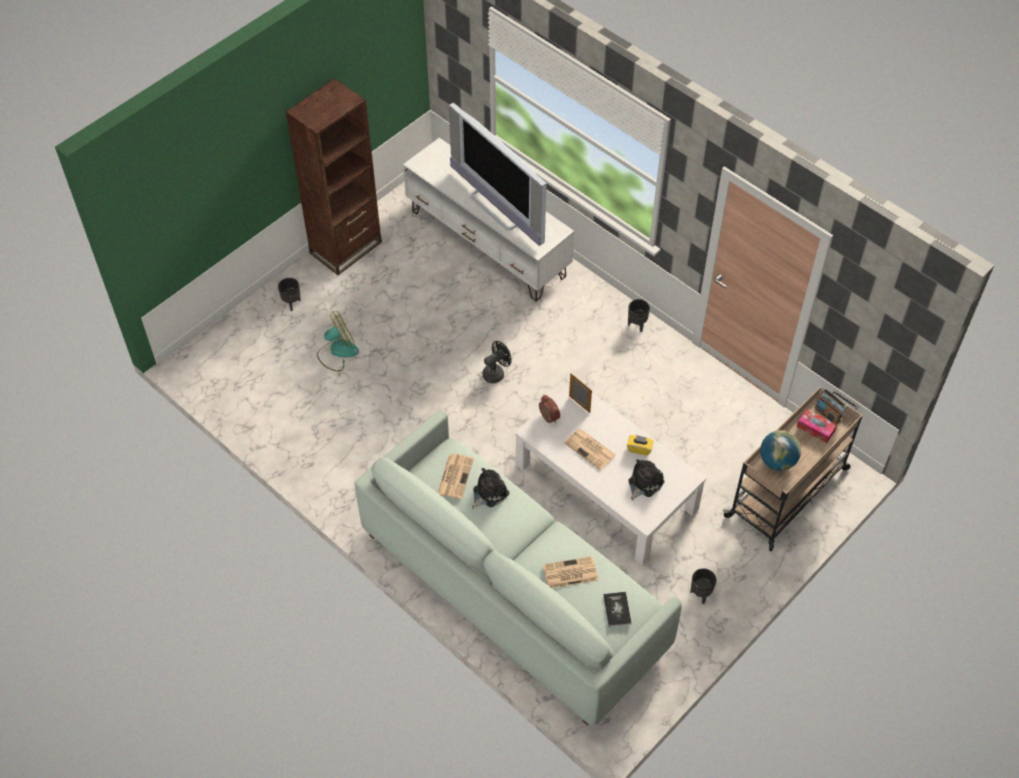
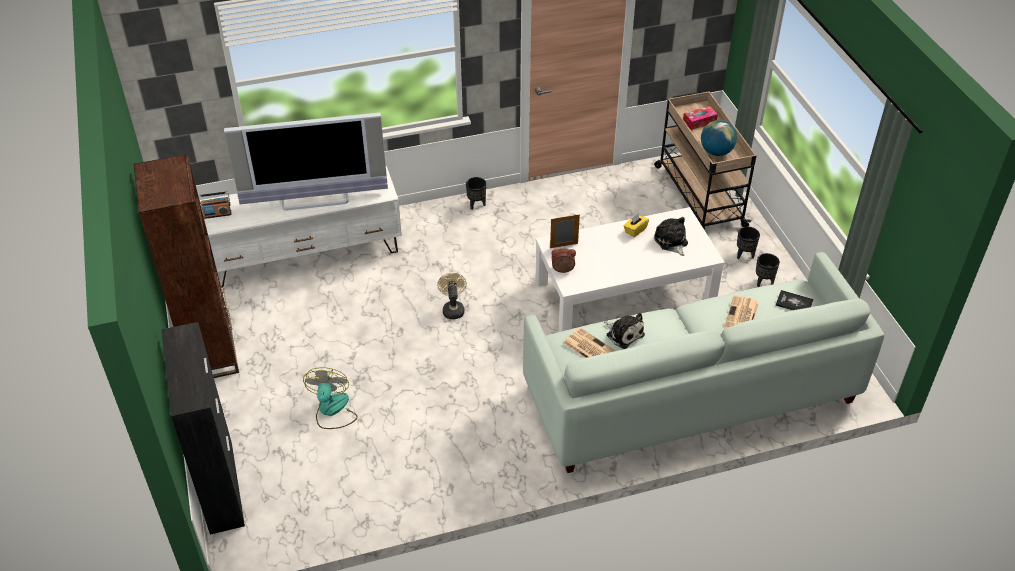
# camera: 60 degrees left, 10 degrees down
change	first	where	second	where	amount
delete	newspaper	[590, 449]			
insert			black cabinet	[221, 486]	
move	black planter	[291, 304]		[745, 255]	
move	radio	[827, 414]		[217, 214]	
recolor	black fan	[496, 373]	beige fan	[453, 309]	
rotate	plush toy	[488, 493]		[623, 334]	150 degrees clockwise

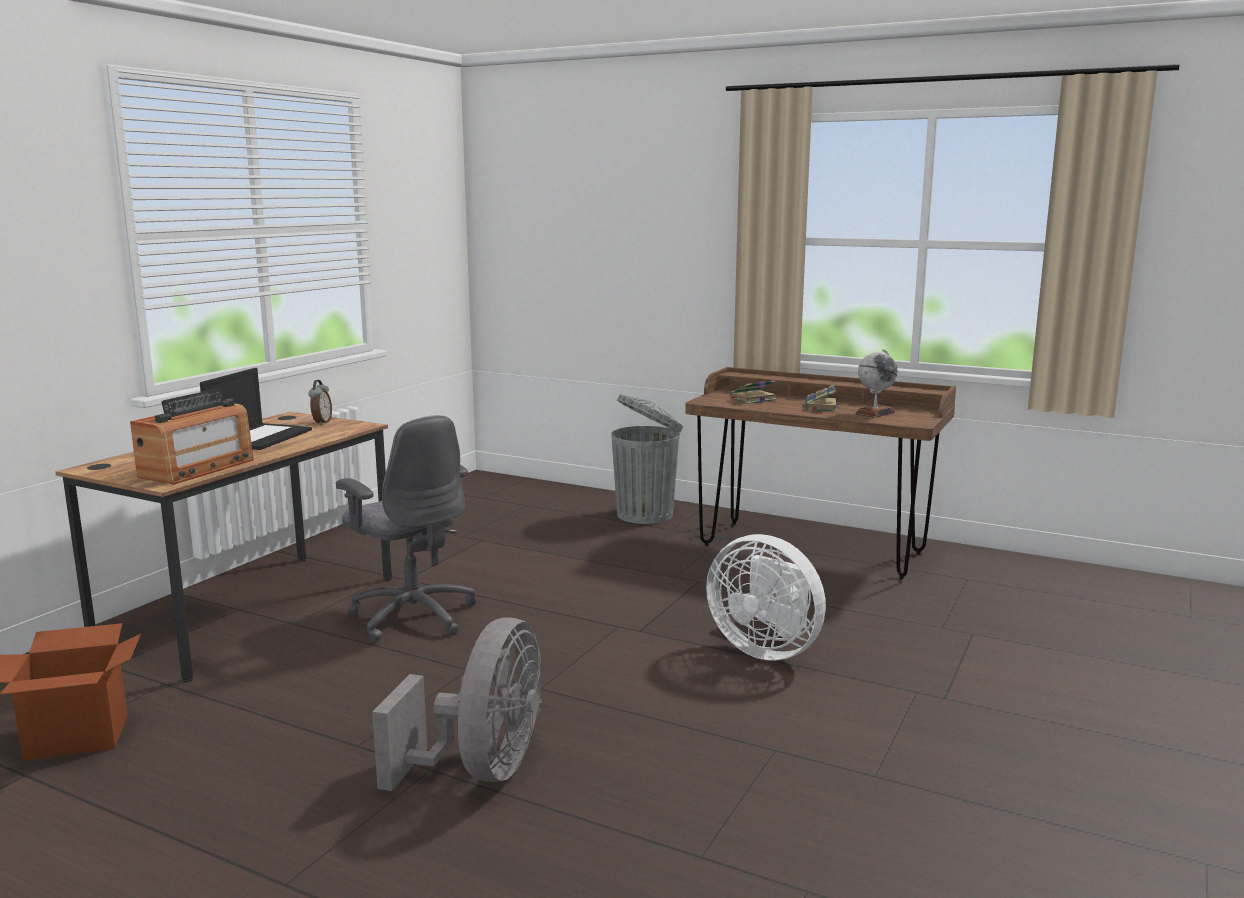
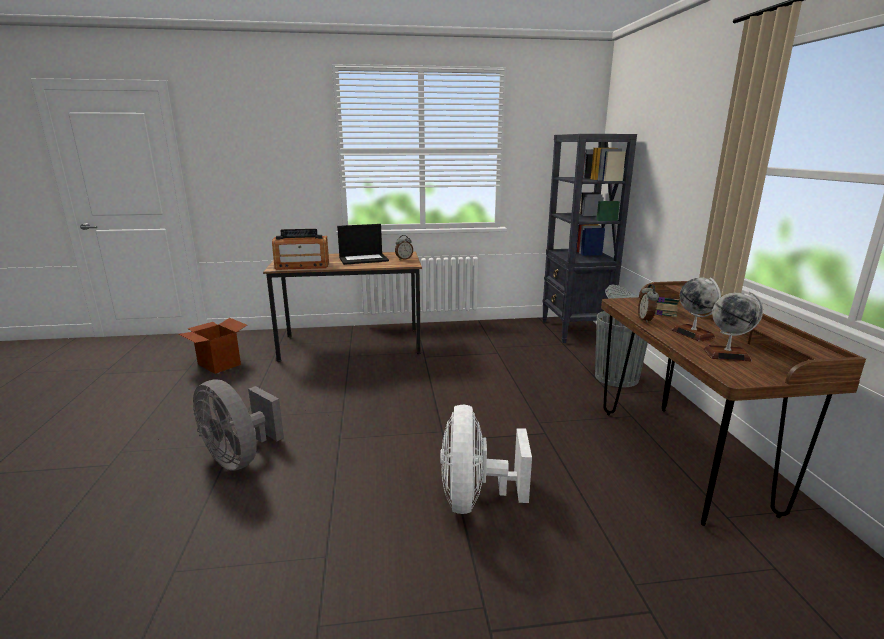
# camera: 55 degrees right, 5 degrees up
change	first	where	second	where	amount
delete	grey office chair	[413, 615]			
insert			black bookcase	[574, 331]	
insert			alarm clock	[646, 320]	
replace	book	[821, 407]	globe	[693, 334]	
rotate	grey fan	[482, 769]		[239, 457]	60 degrees clockwise

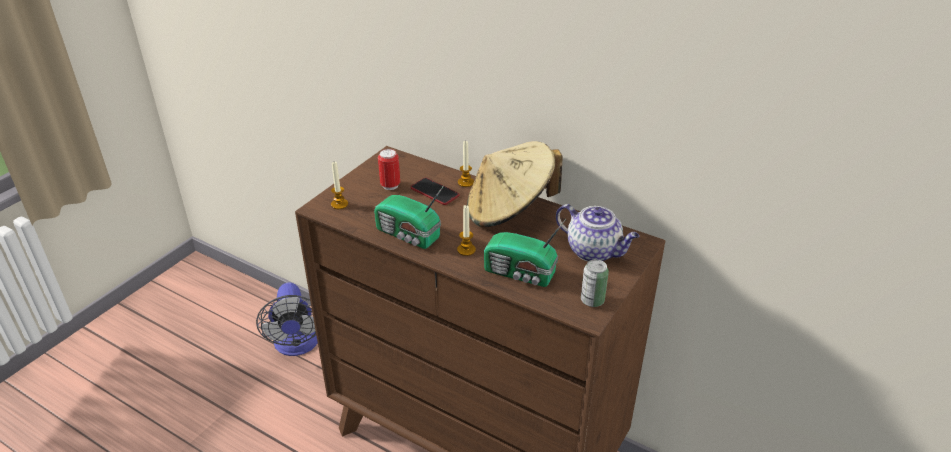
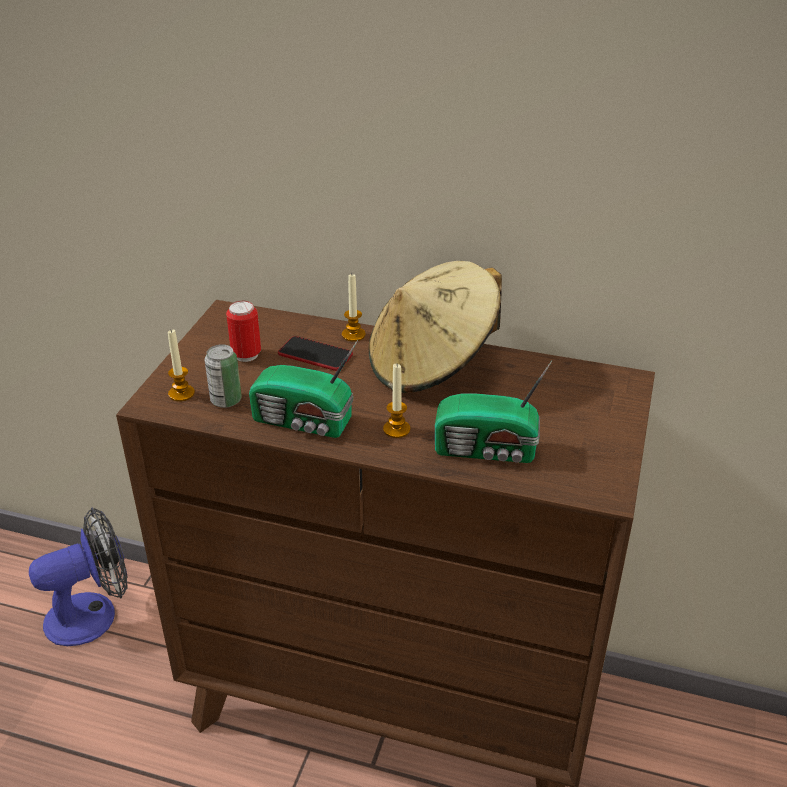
# camera: 15 degrees left, 0 degrees up
change	first	where	second	where	amount
delete	teapot	[594, 251]			
move	can	[592, 300]		[226, 400]	
rotate	fan	[297, 345]		[93, 614]	90 degrees counterclockwise

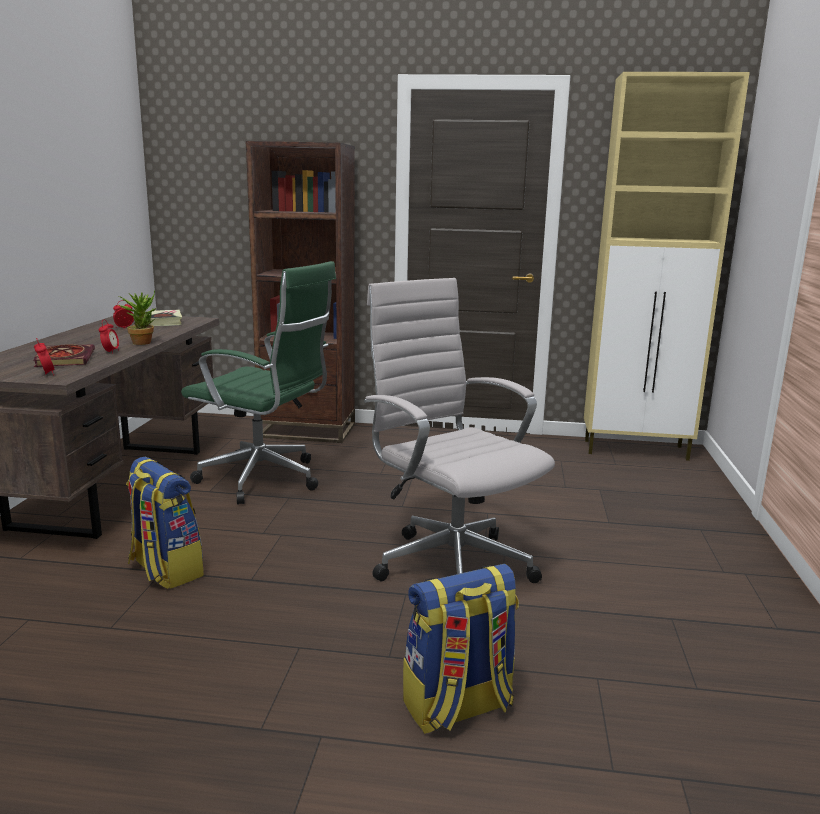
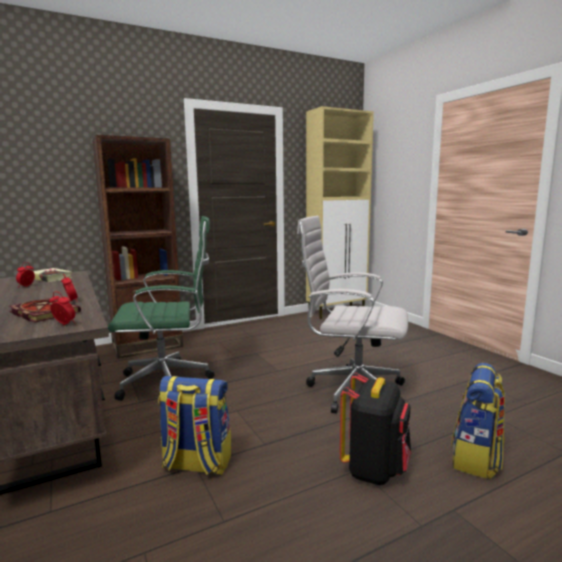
# camera: 35 degrees left, 5 degrees down
change	first	where	second	where	amount
delete	potted plant	[142, 342]			
insert			black backpack	[374, 469]	

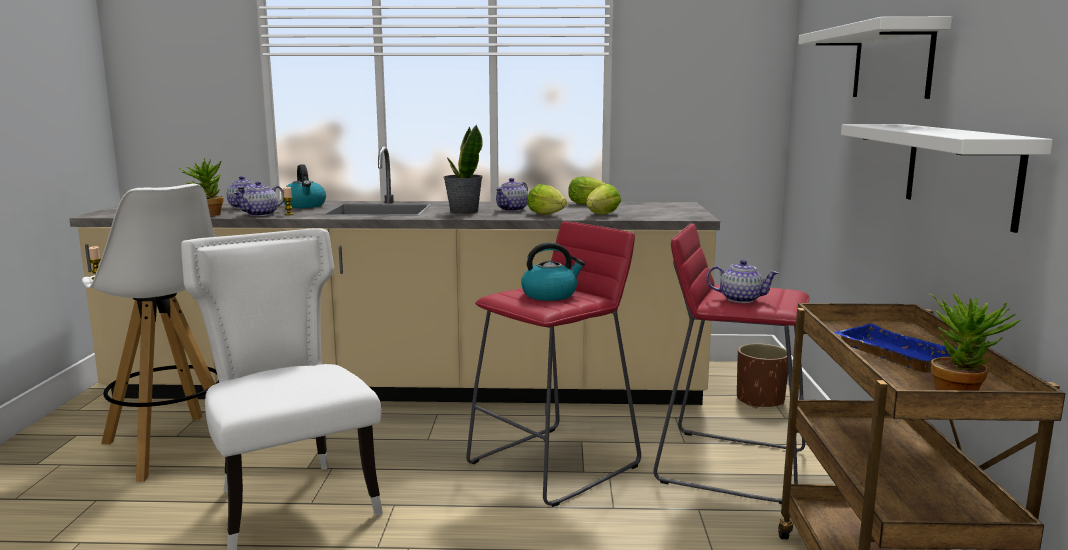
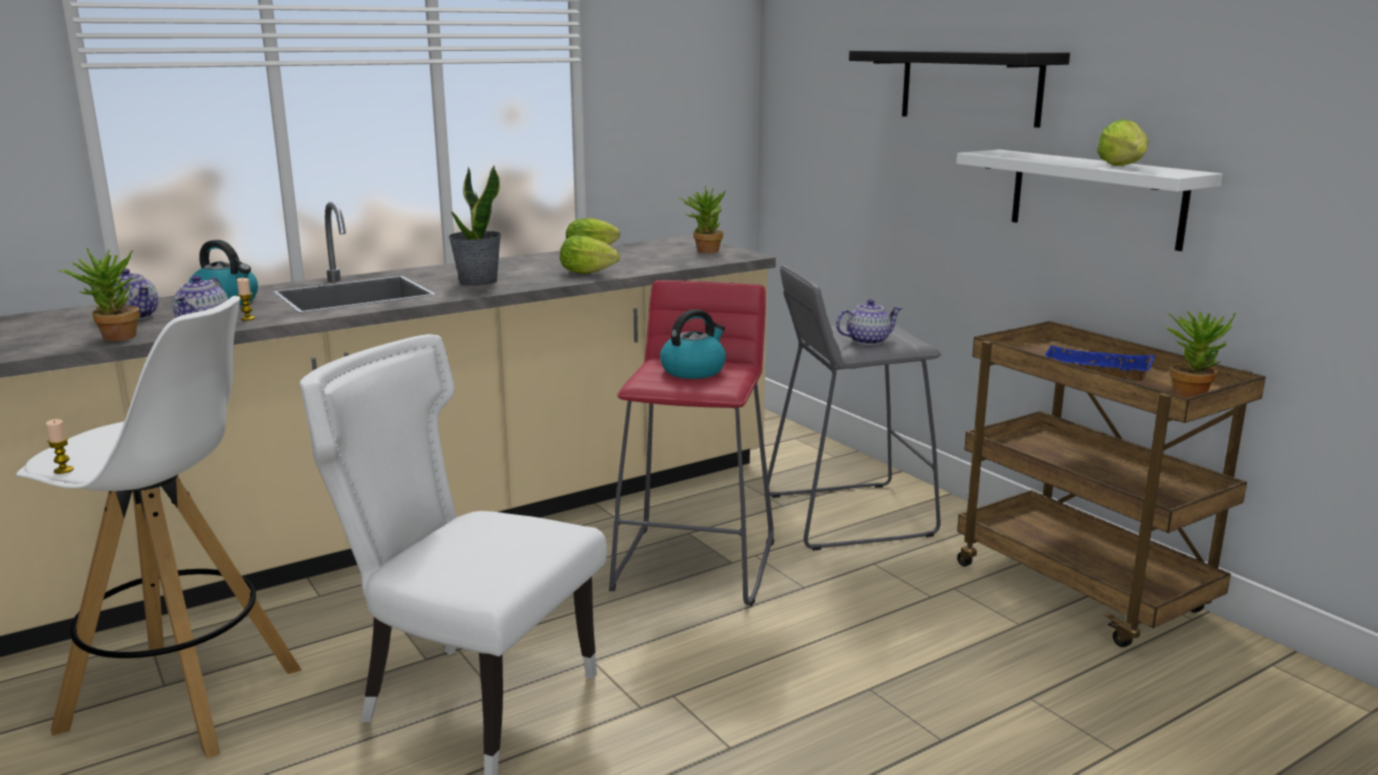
# camera: 35 degrees left, 5 degrees up
change	first	where	second	where	amount
delete	teapot	[512, 209]			
delete	brown planter	[760, 400]			
insert			potted plant	[703, 251]	
move	lettuce	[601, 215]		[1124, 167]	
recolor	red stool	[729, 465]	grey stool	[846, 515]	
recolor	white shelf	[891, 62]	black shelf	[969, 86]	

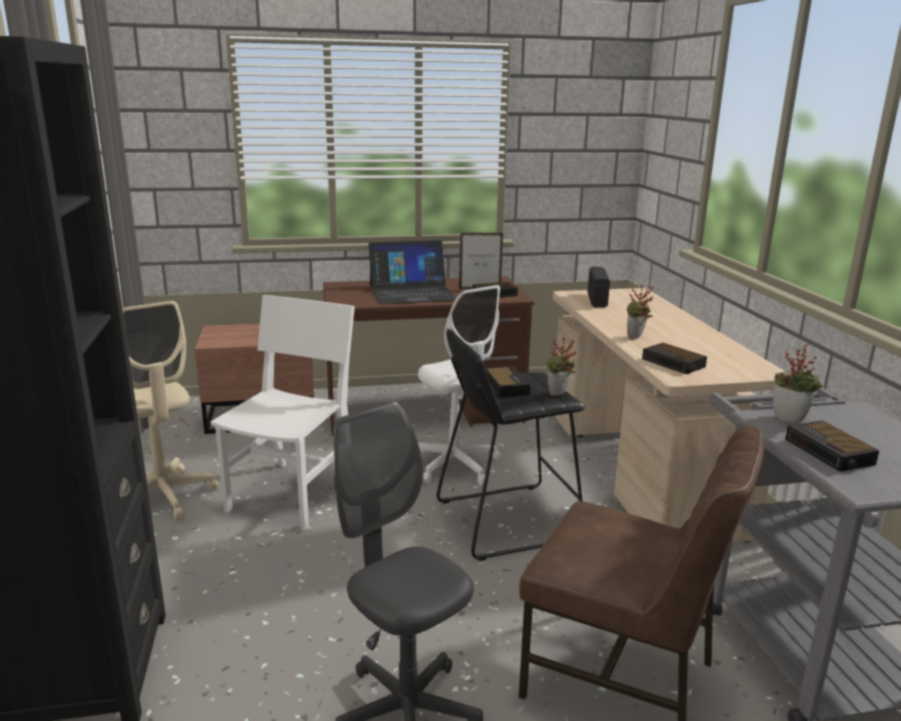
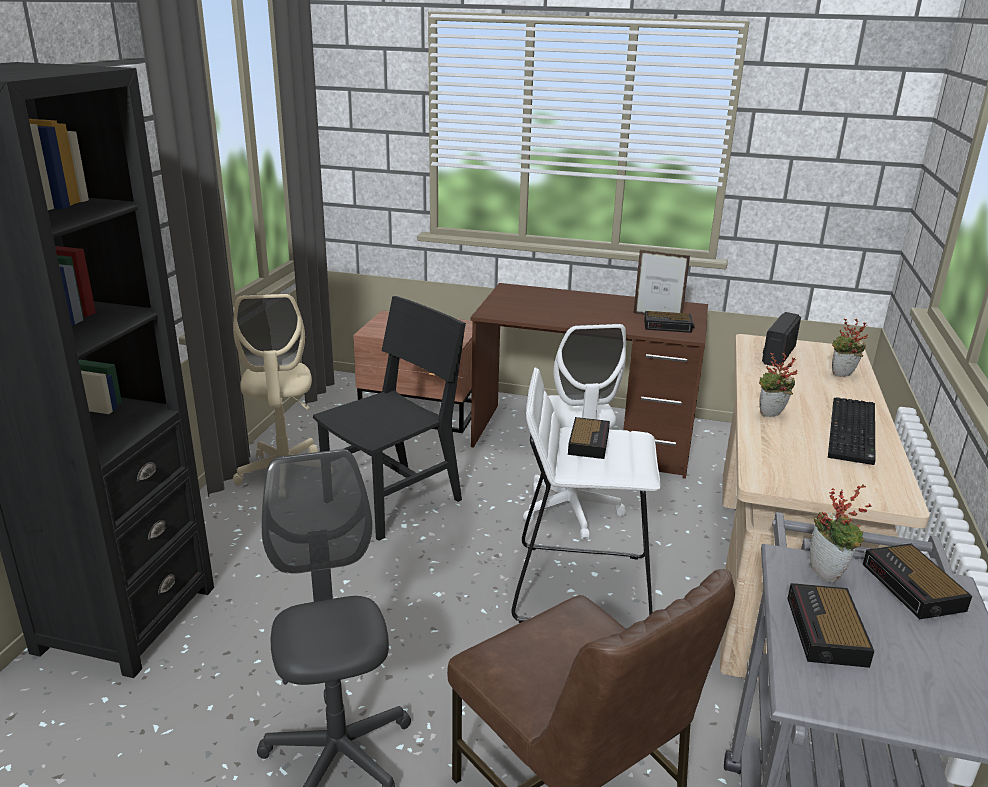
# camera: 25 degrees right, 5 degrees up
change	first	where	second	where	amount
delete	laptop	[412, 292]			
insert			keyboard	[854, 432]	
move	potted plant	[559, 394]		[842, 376]	
move	alarm clock	[674, 363]		[914, 588]	
recolor	white chair	[293, 494]	black chair	[393, 500]	
recolor	black stool	[507, 520]	white stool	[581, 586]	

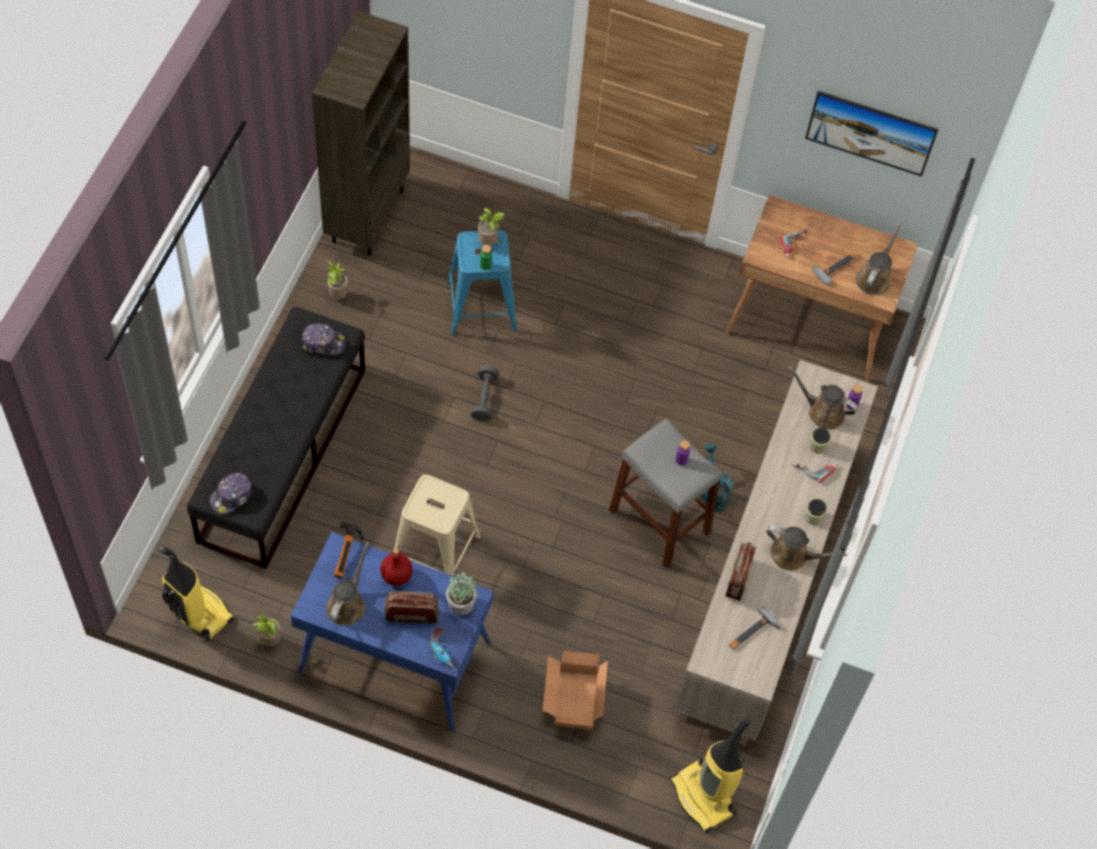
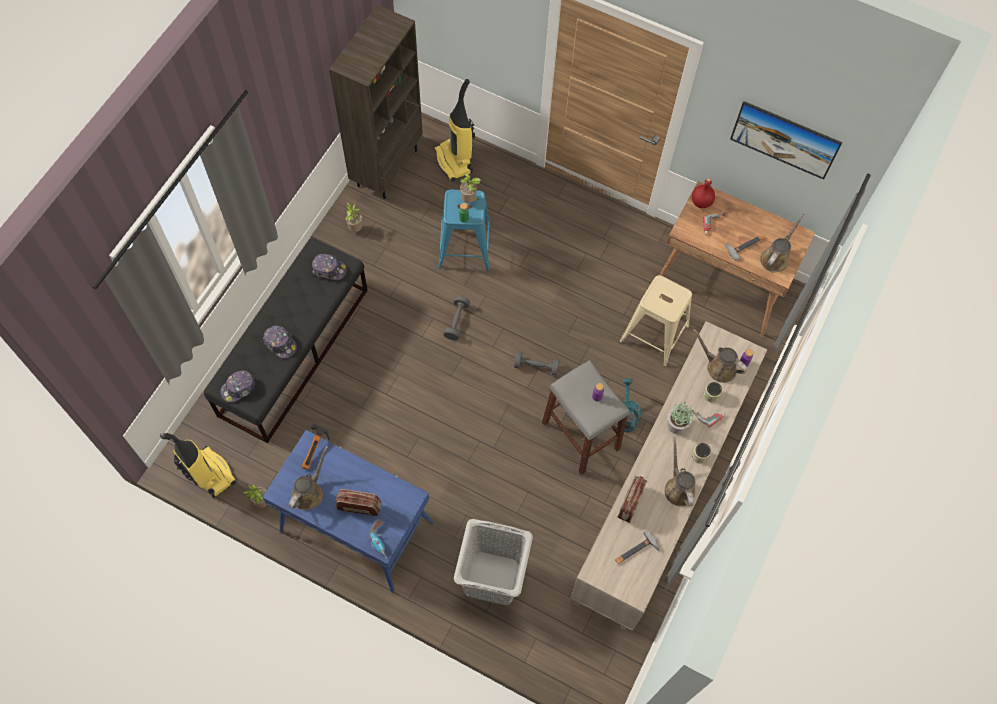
# camera: 10 degrees right, 5 degrees up
change	first	where	second	where	amount
insert			cap	[280, 343]	
insert			grey dumbbell	[536, 366]	
move	red bottle	[396, 575]		[701, 202]	
move	beige stool	[434, 552]		[653, 334]	
move	potted plant	[461, 604]		[677, 425]	
move	vacuum cleaner	[704, 797]		[454, 161]	
replace	cardboard box	[572, 701]	grey laundry basket	[491, 578]	
rotate	brown watering can	[793, 555]		[678, 488]	135 degrees counterclockwise

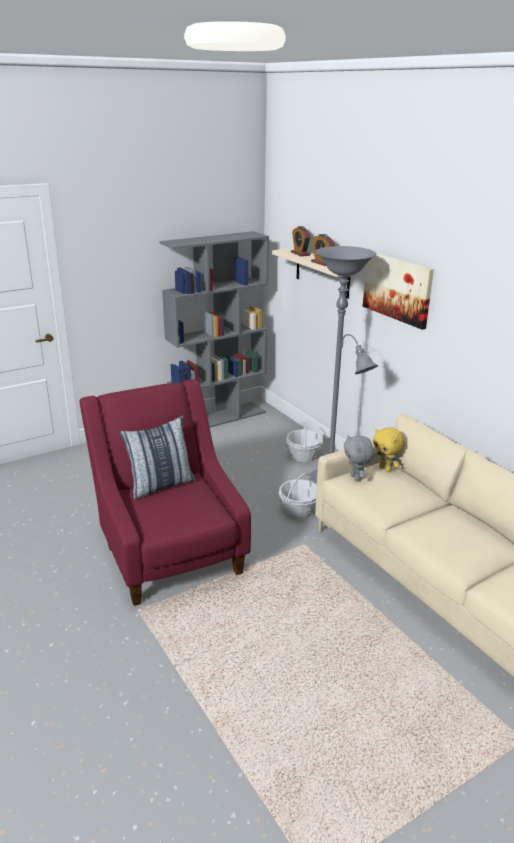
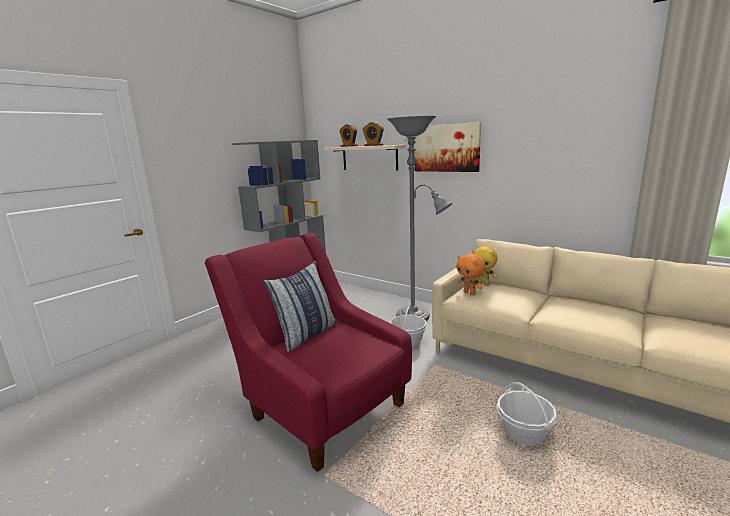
# camera: 20 degrees left, 10 degrees down
change	first	where	second	where	amount
move	basket	[303, 456]		[523, 433]	
recolor	grey plush toy	[356, 478]	orange plush toy	[469, 293]	

